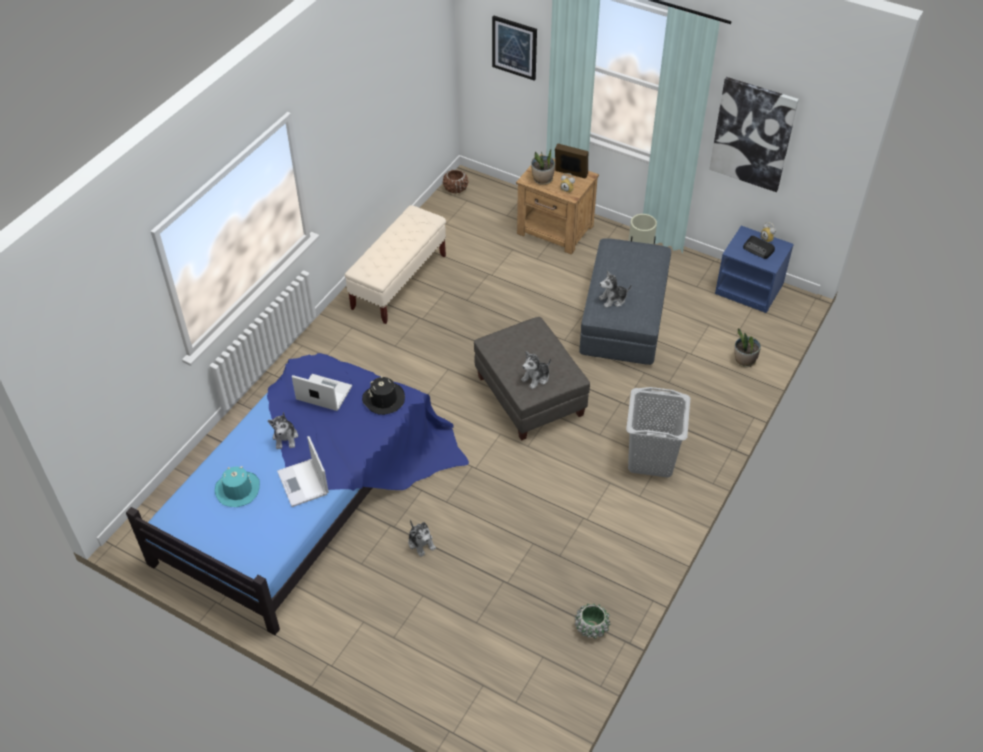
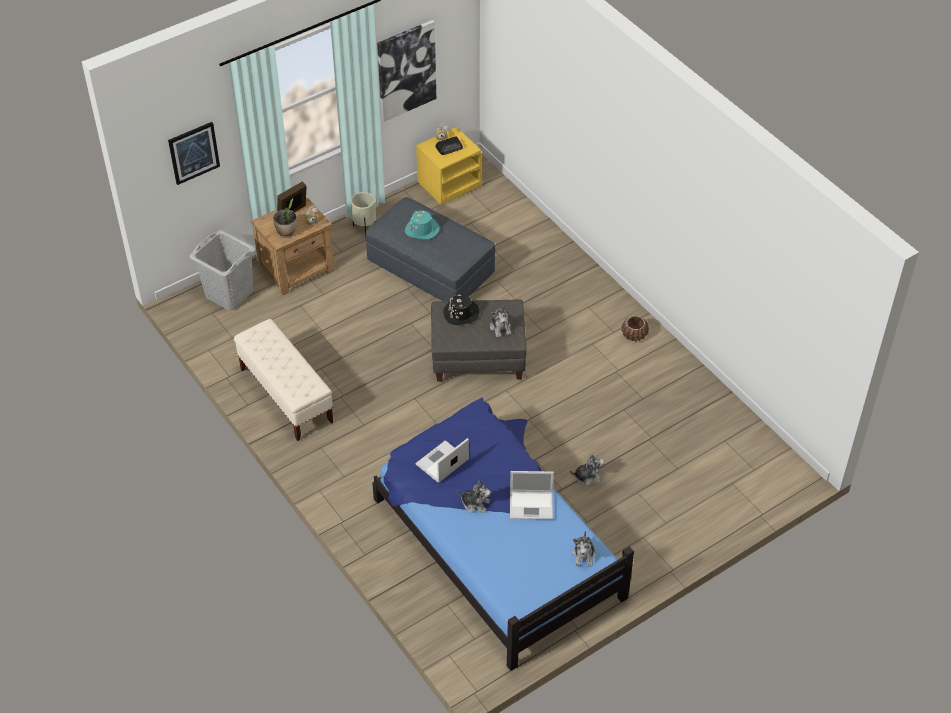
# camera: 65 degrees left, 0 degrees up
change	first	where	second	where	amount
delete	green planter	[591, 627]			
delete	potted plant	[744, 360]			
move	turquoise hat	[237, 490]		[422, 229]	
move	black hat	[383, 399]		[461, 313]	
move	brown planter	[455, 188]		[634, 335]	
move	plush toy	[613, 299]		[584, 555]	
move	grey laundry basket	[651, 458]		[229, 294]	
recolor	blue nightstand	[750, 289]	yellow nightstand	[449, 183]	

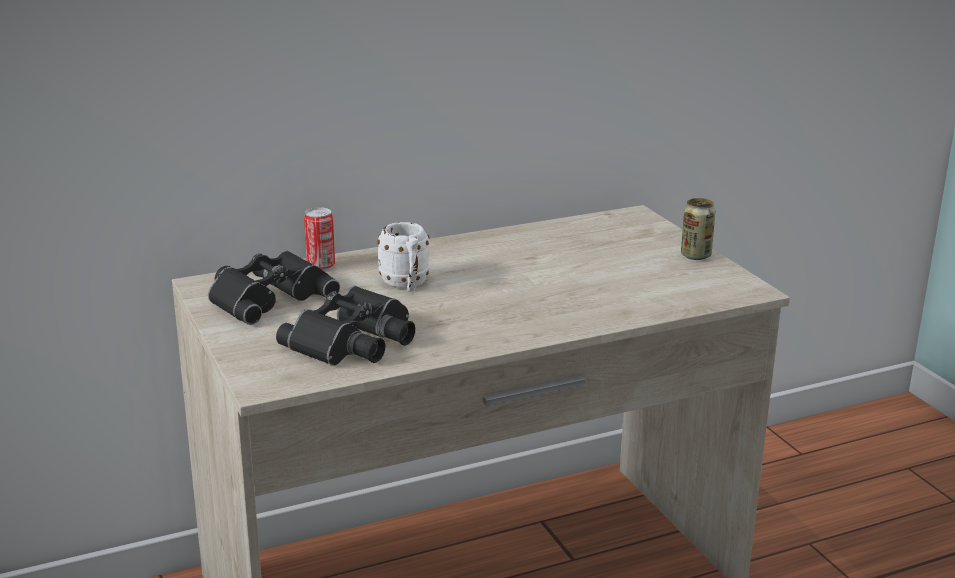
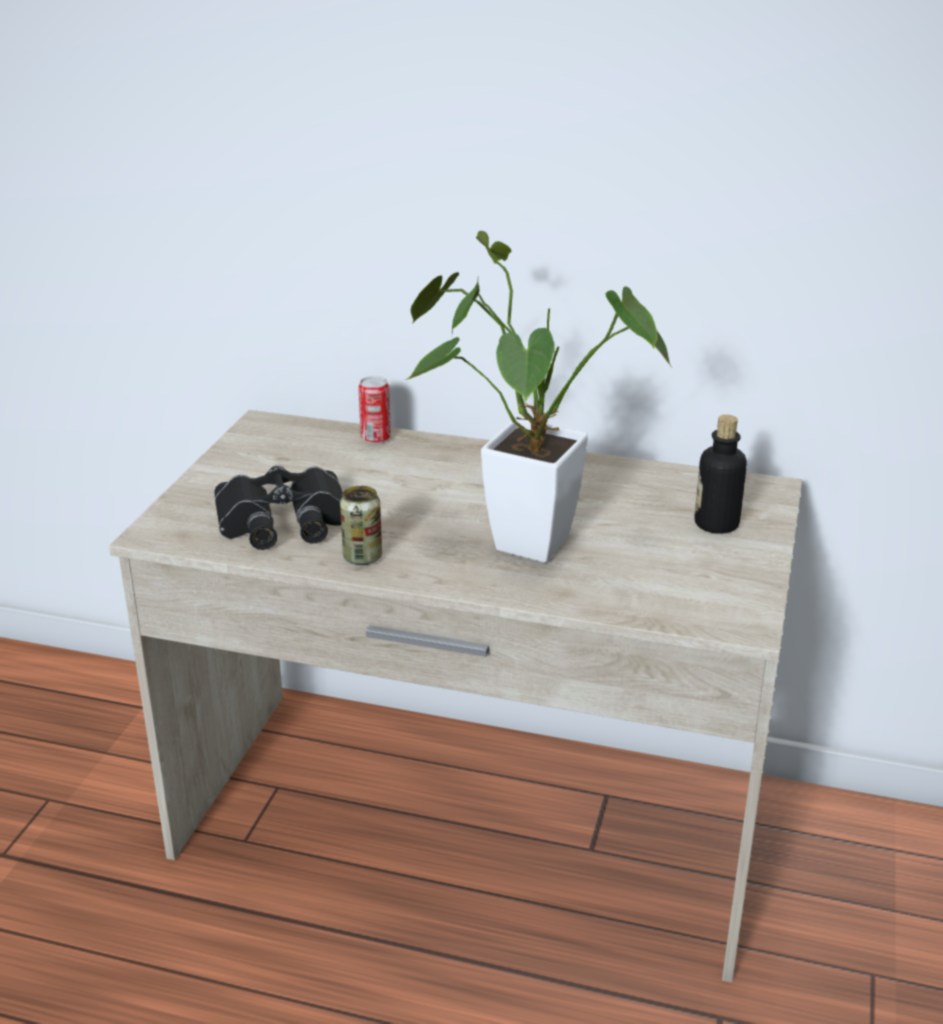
# camera: 40 degrees right, 5 degrees up
change	first	where	second	where	amount
delete	black binoculars	[268, 296]			
delete	white mug	[406, 285]			
insert			potted plant	[516, 540]	
insert			bottle	[716, 524]	
move	can	[695, 255]		[362, 557]	

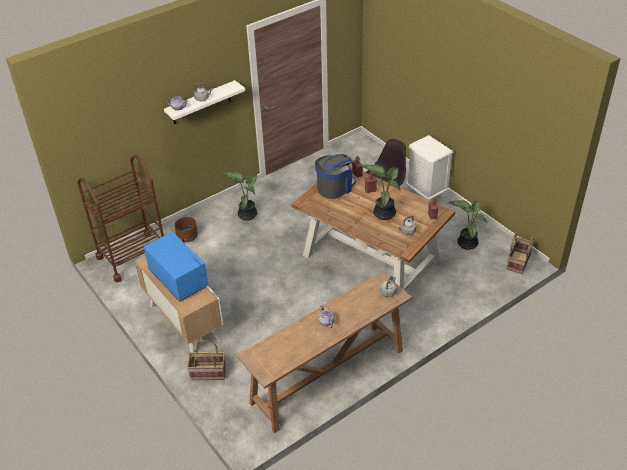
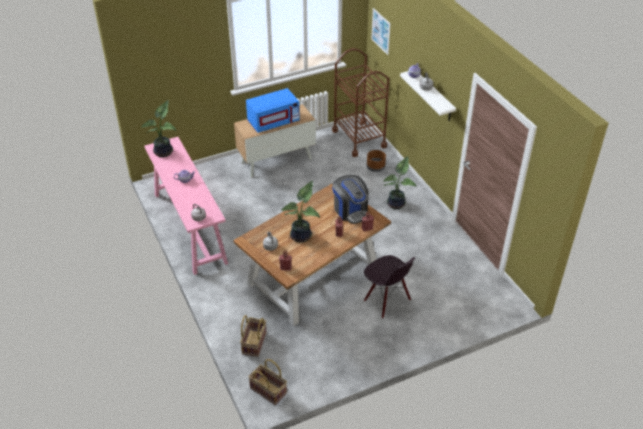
# camera: 100 degrees right, 0 degrees up
change	first	where	second	where	amount
delete	white nightstand	[426, 192]			
insert			picture	[380, 31]	
move	basket	[208, 373]		[253, 343]	
move	potted plant	[466, 243]		[164, 152]	
recolor	brown console table	[327, 377]	pink console table	[189, 227]	

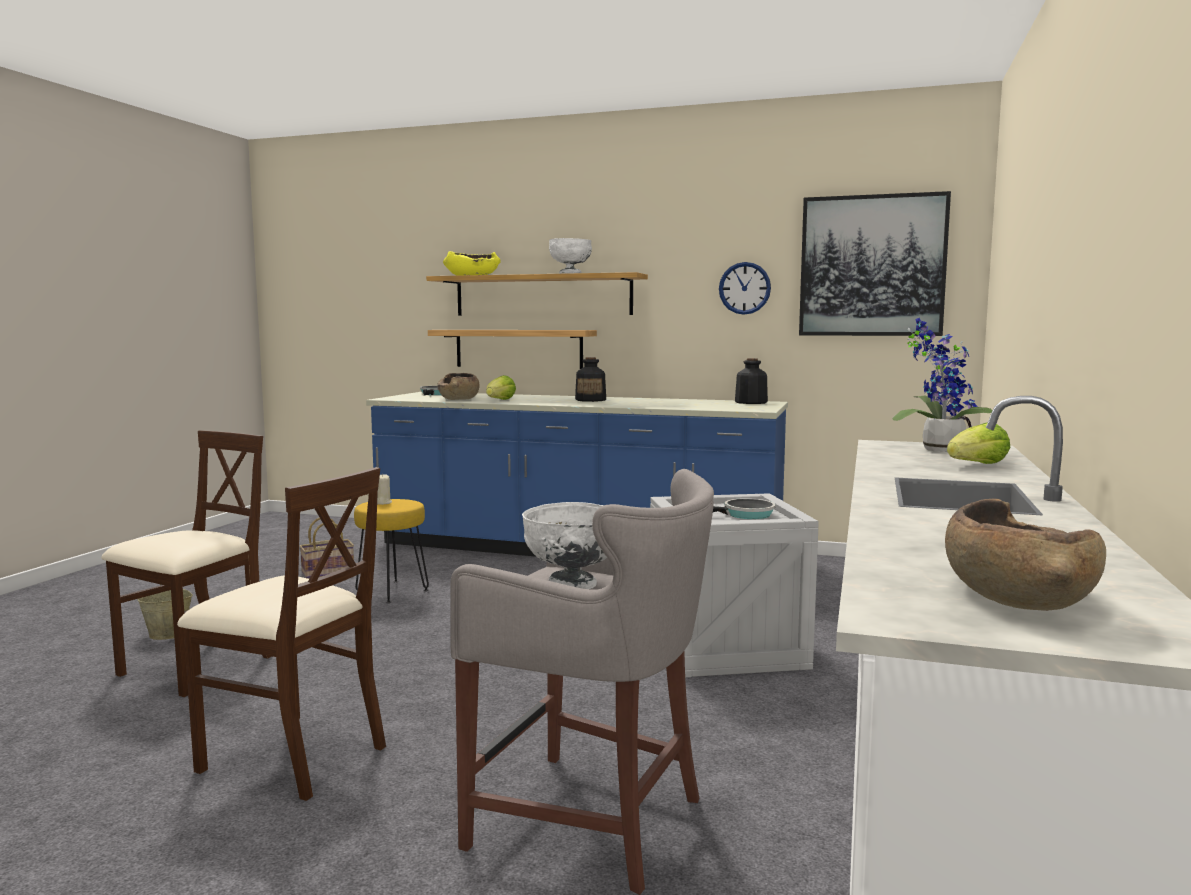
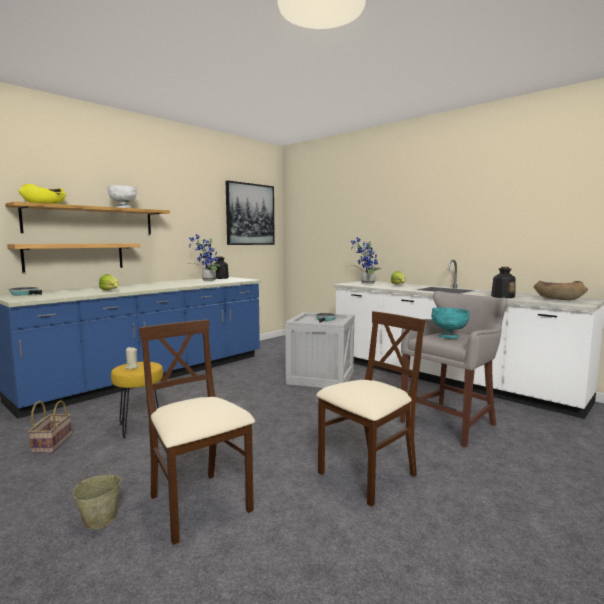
# camera: 65 degrees left, 0 degrees up
change	first	where	second	where	amount
delete	brown bowl	[459, 399]			
delete	wall clock	[744, 288]			
insert			potted plant	[207, 280]	
move	bottle	[591, 400]		[502, 296]	
recolor	white bowl	[573, 584]	turquoise bowl	[449, 337]	

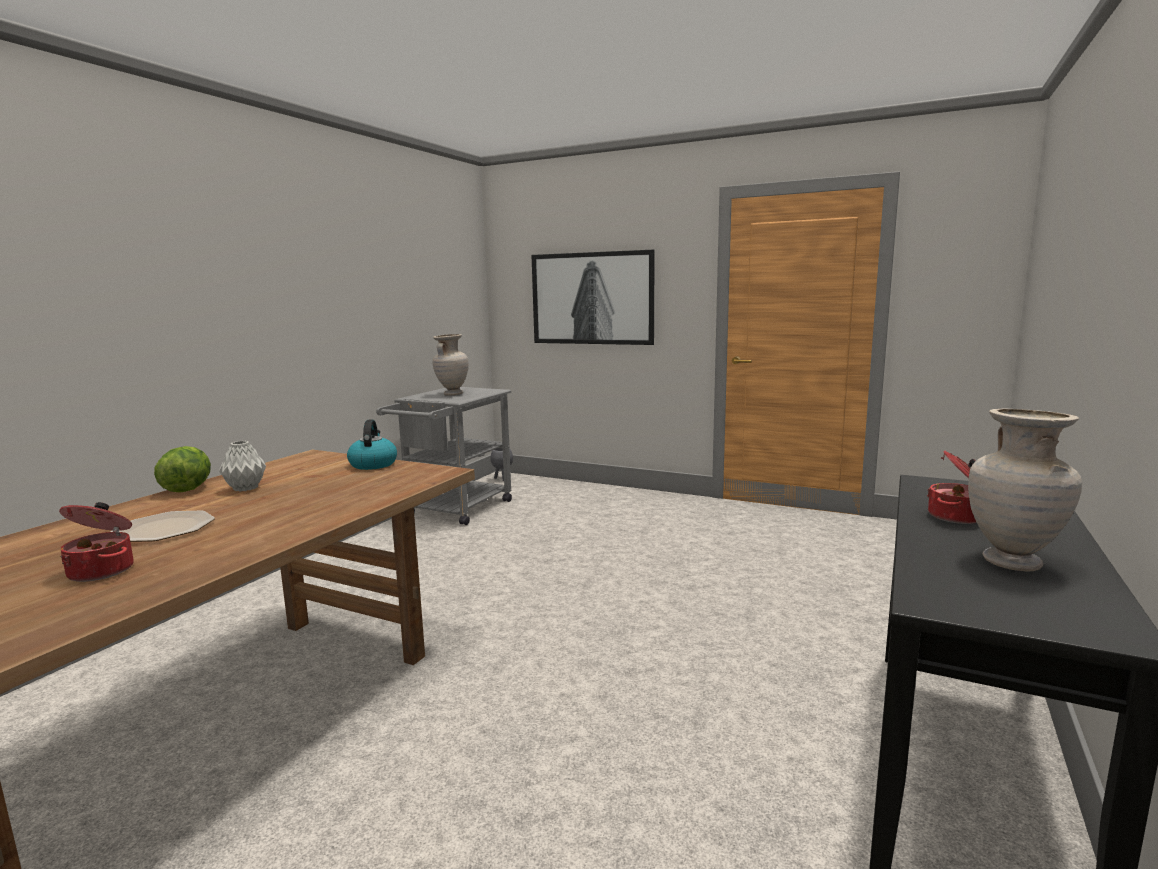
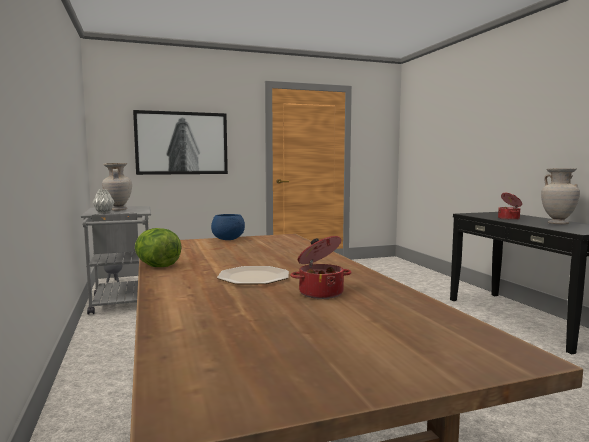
# camera: 45 degrees left, 5 degrees down
change	first	where	second	where	amount
move	grey vase	[246, 488]		[104, 212]	
replace	kettle	[373, 464]	blue bowl	[228, 240]	

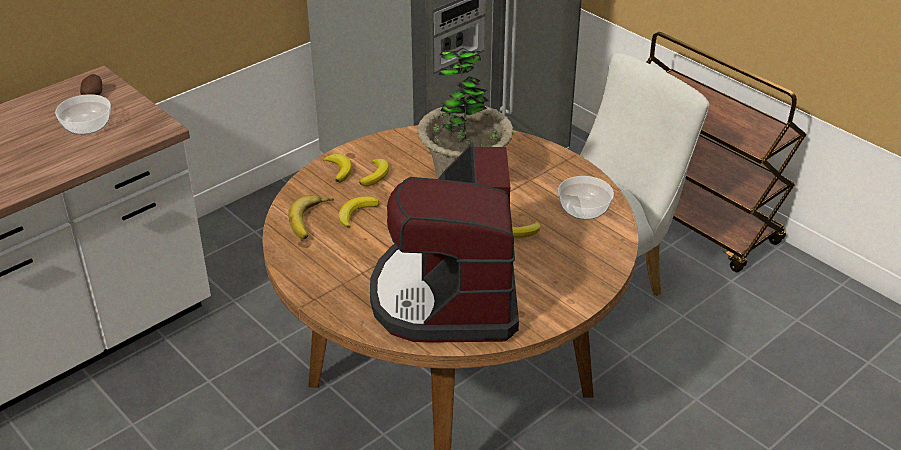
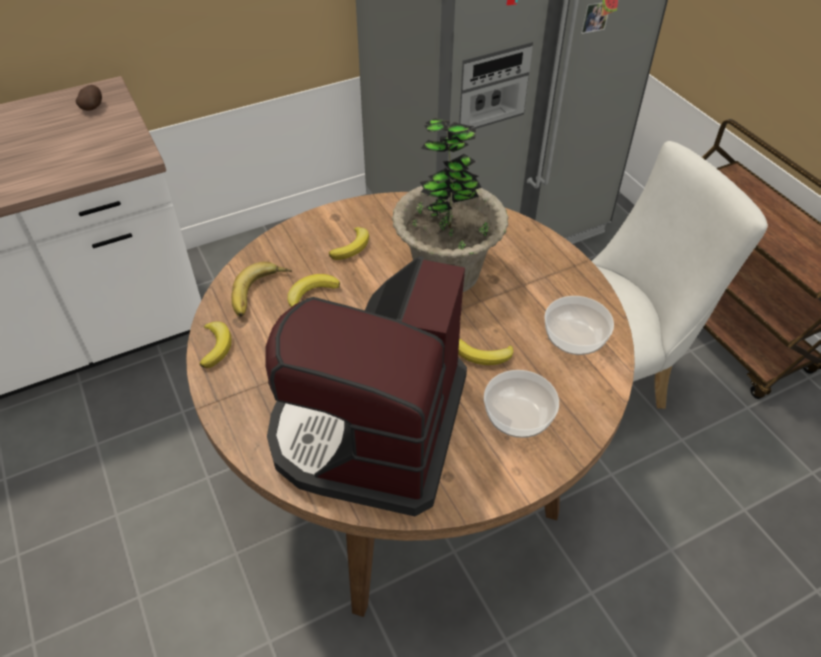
# camera: 15 degrees right, 10 degrees up
change	first	where	second	where	amount
move	bowl	[86, 126]		[517, 416]	
move	banana	[339, 169]		[216, 346]	

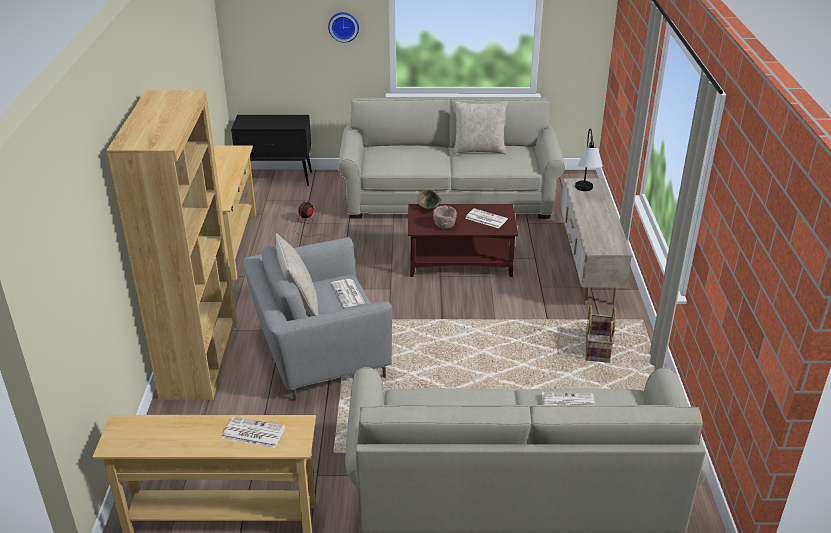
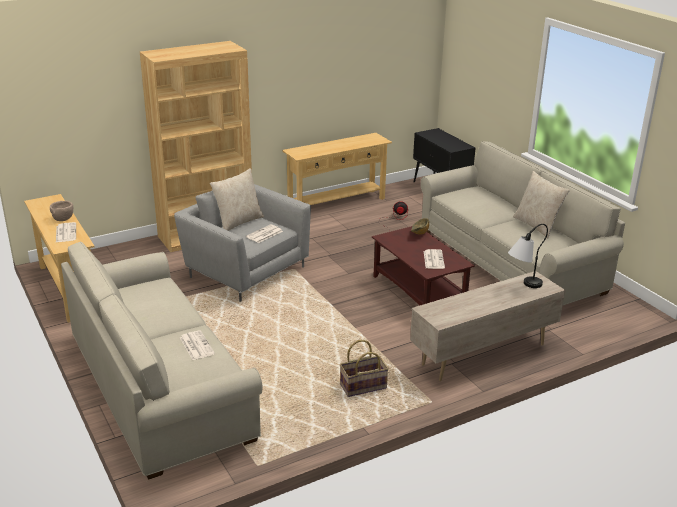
# camera: 60 degrees right, 5 degrees down
change	first	where	second	where	amount
delete	wall clock	[343, 26]			
move	brown bowl	[444, 225]		[63, 218]	

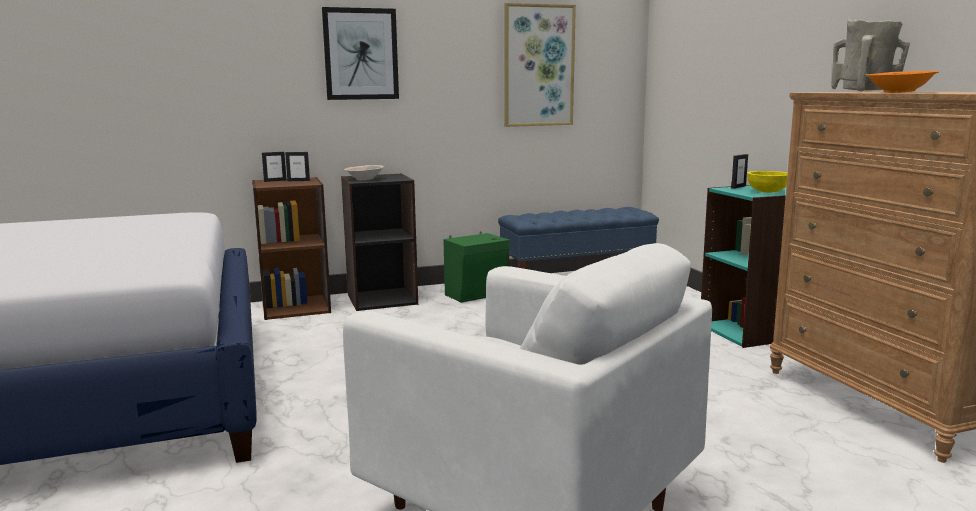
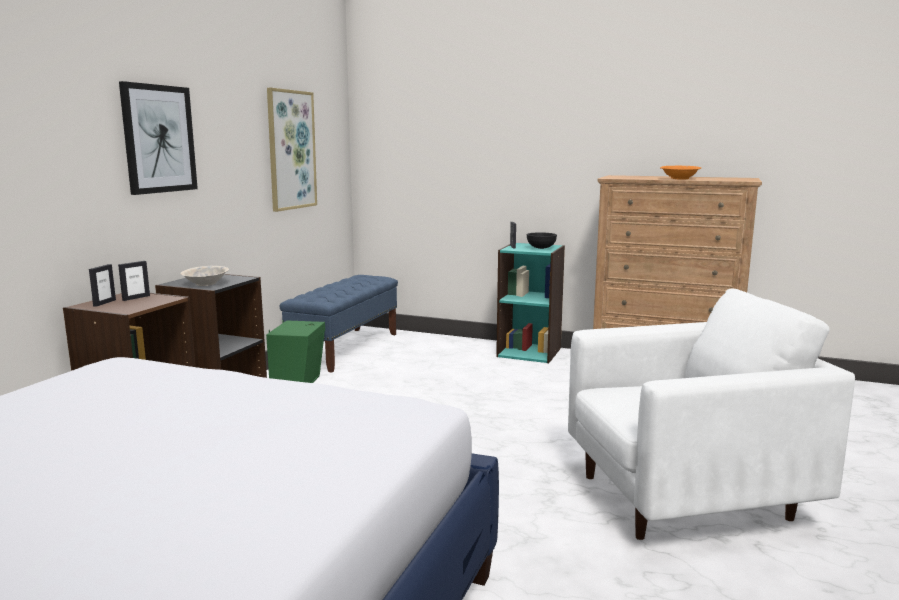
# camera: 50 degrees left, 0 degrees up
change	first	where	second	where	amount
delete	beige vase	[866, 91]			
recolor	yellow bowl	[767, 192]	black bowl	[541, 248]	

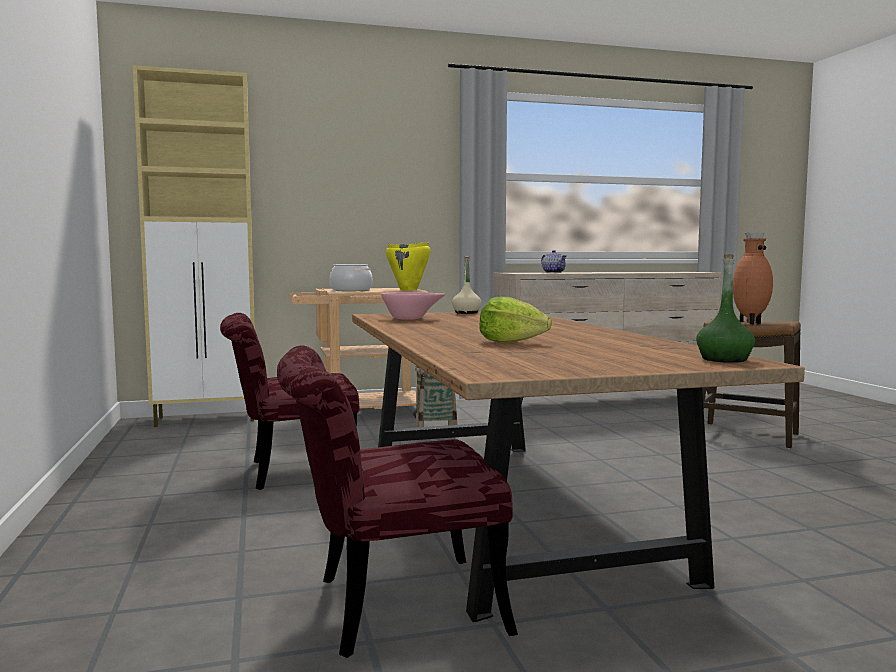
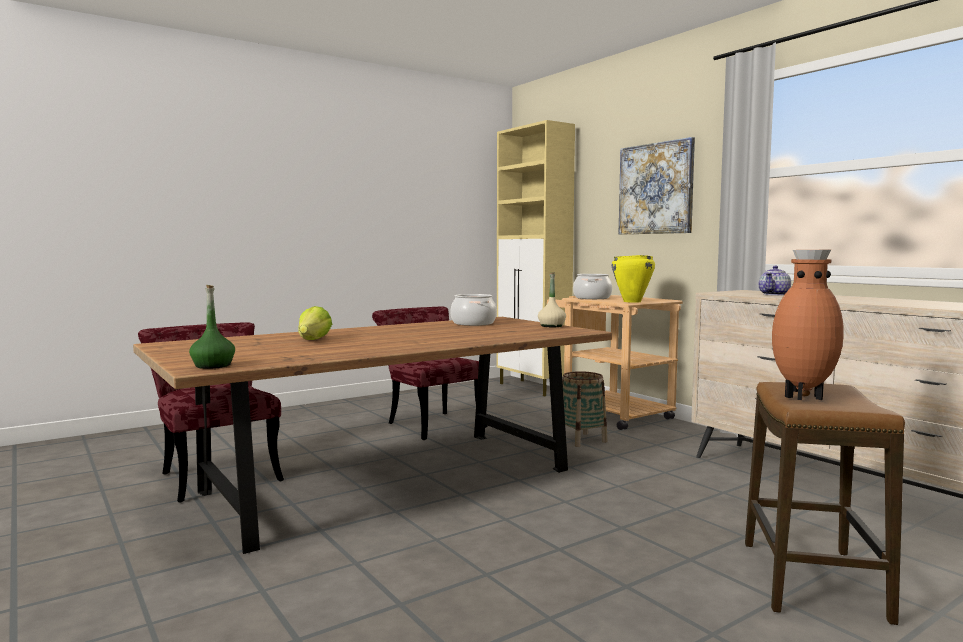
# camera: 70 degrees right, 0 degrees up
change	first	where	second	where	amount
insert			picture	[656, 188]	
replace	pink bowl	[412, 319]	cooking pot	[473, 323]	

